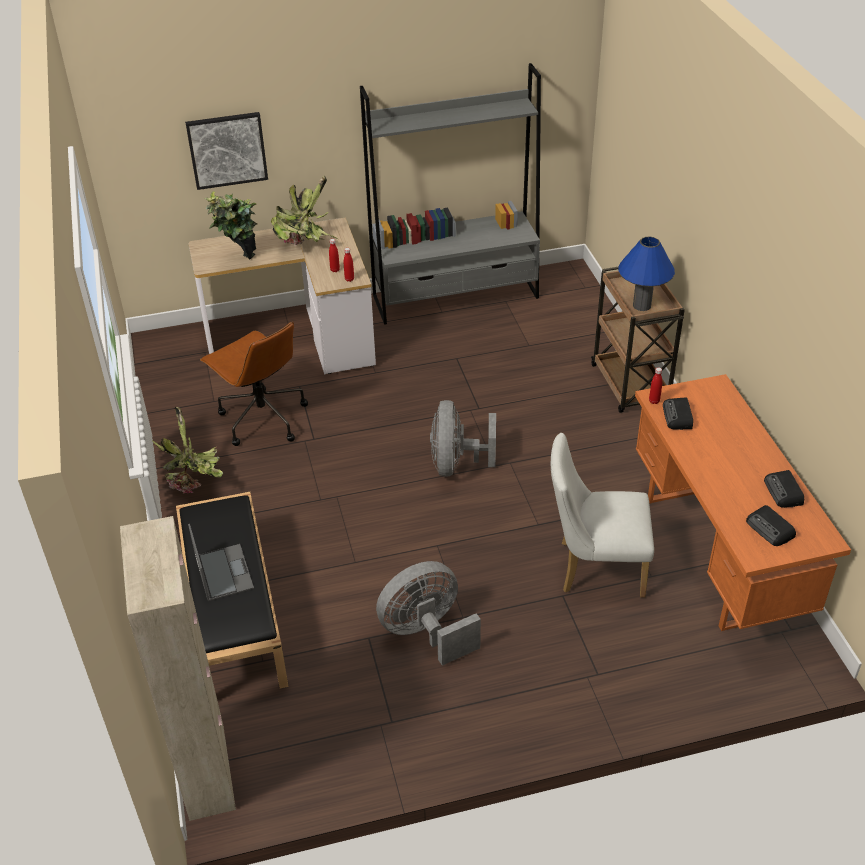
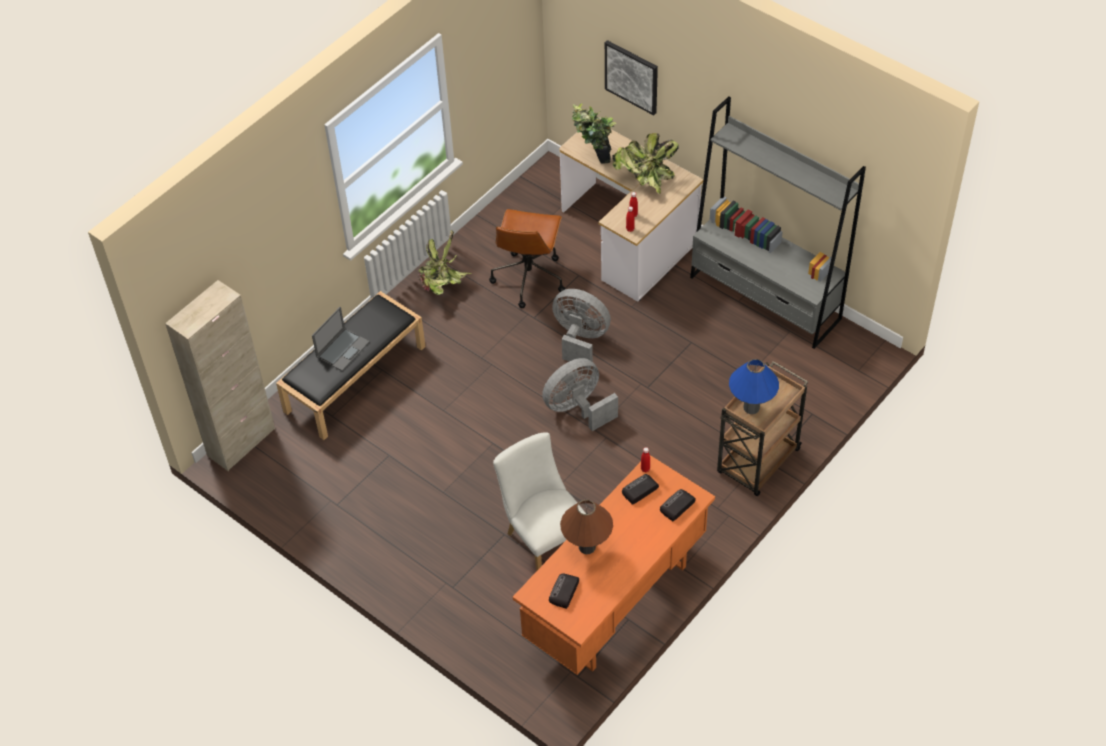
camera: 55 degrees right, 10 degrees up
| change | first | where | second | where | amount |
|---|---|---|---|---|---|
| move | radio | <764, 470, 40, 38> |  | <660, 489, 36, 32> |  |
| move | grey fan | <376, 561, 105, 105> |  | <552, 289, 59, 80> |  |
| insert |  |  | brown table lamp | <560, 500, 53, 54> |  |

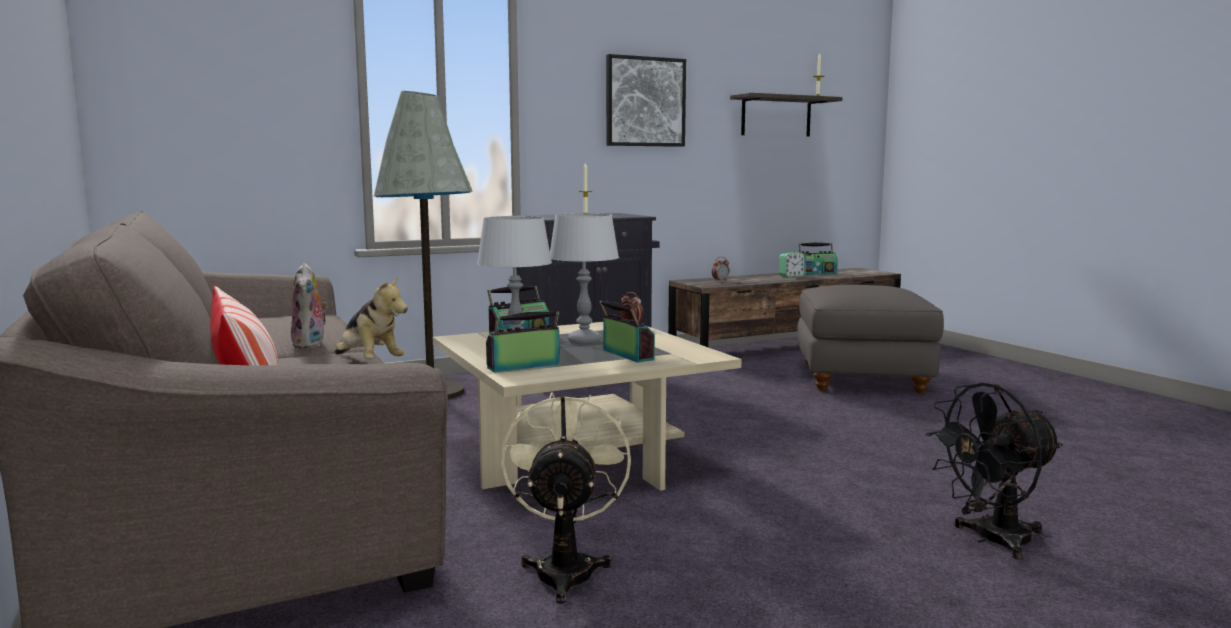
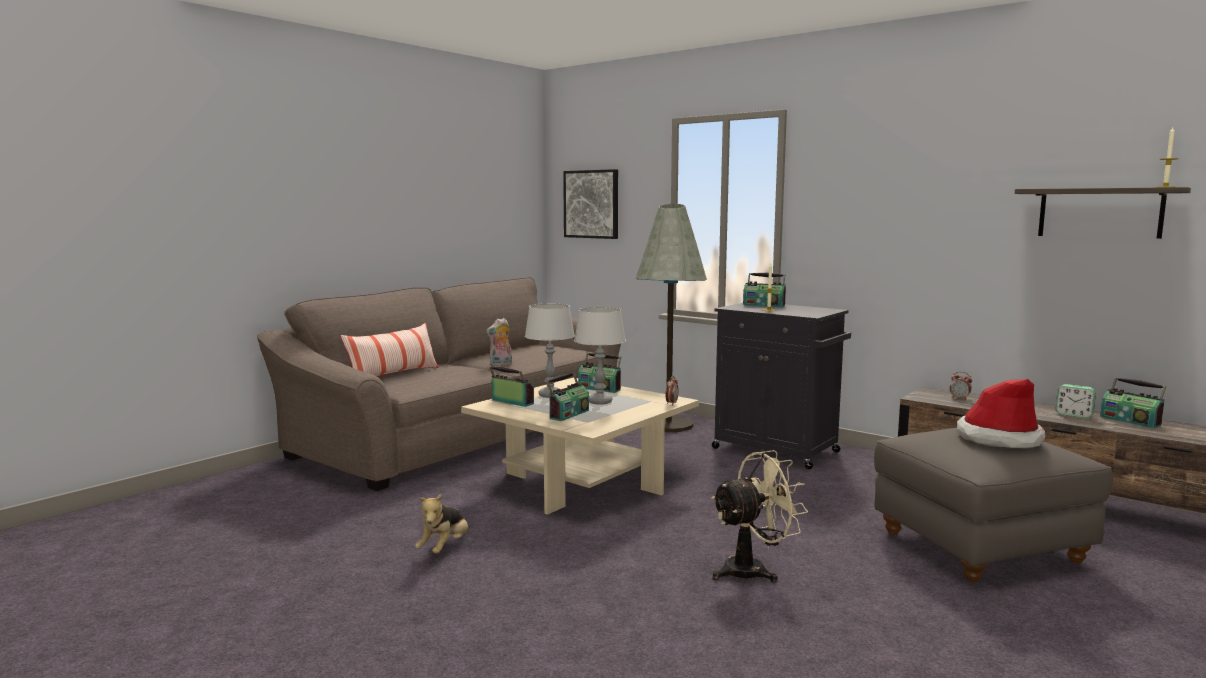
camera: 65 degrees right, 0 degrees up
| change | first | where | second | where | amount |
|---|---|---|---|---|---|
| move | picture | <606, 54, 80, 93> |  | <563, 169, 55, 70> |  |
| move | plush toy | <335, 277, 73, 82> |  | <415, 493, 54, 61> |  |
| delete | black fan | <925, 383, 138, 177> |  |  |  |
| move | beige fan | <501, 392, 130, 212> |  | <711, 450, 97, 133> |  |
| insert |  |  | radio | <743, 273, 43, 34> |  |
| insert |  |  | hat | <957, 379, 89, 69> |  |

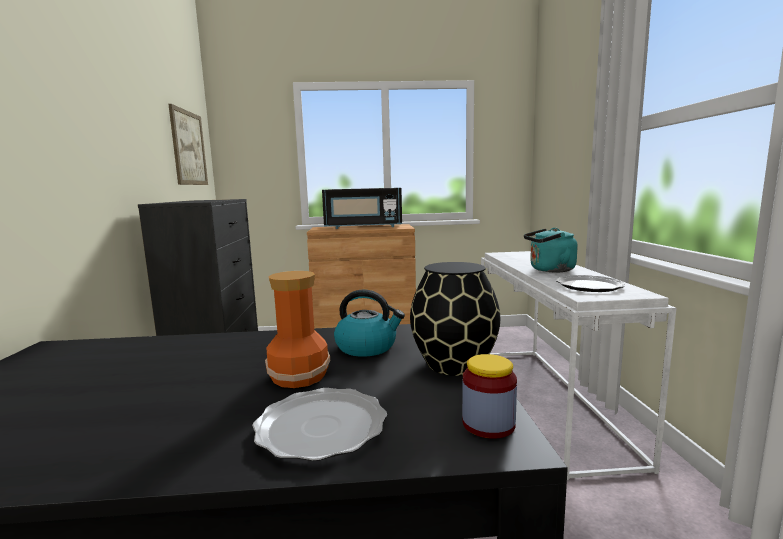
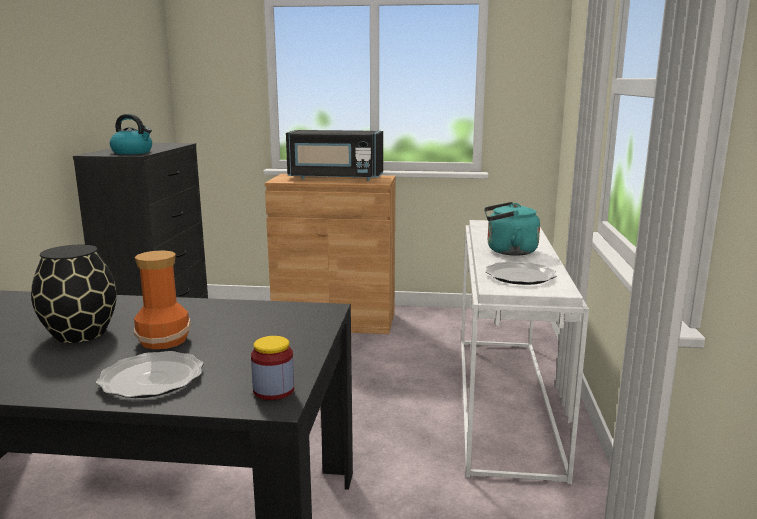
camera: 10 degrees right, 5 degrees up
| change | first | where | second | where | amount |
|---|---|---|---|---|---|
| delete | picture | <168, 104, 40, 81> |  |  |  |
| move | black vase | <410, 262, 91, 114> |  | <31, 245, 86, 98> |  |
| move | kettle | <334, 290, 71, 67> |  | <110, 114, 42, 40> |  |

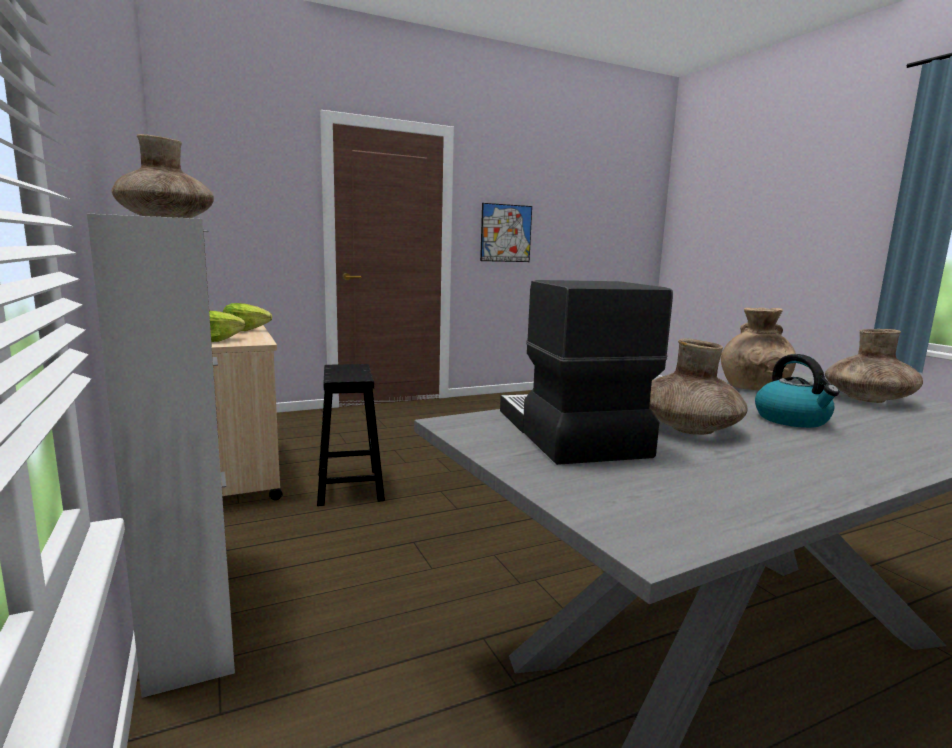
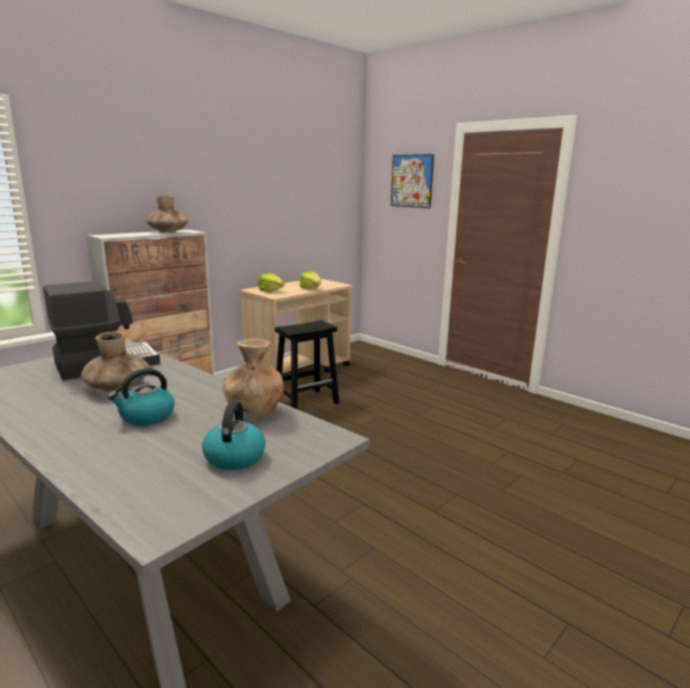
camera: 70 degrees right, 5 degrees up
| change | first | where | second | where | amount |
|---|---|---|---|---|---|
| move | picture | <480, 203, 52, 59> |  | <391, 154, 43, 54> |  |
| replace | brown vase | <825, 329, 98, 74> | kettle | <202, 401, 64, 69> |  |

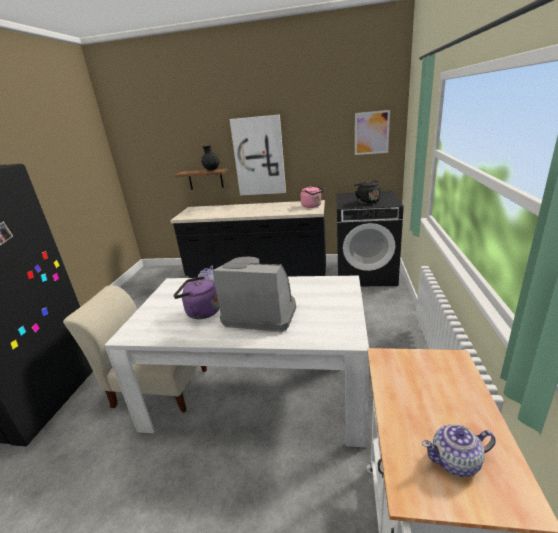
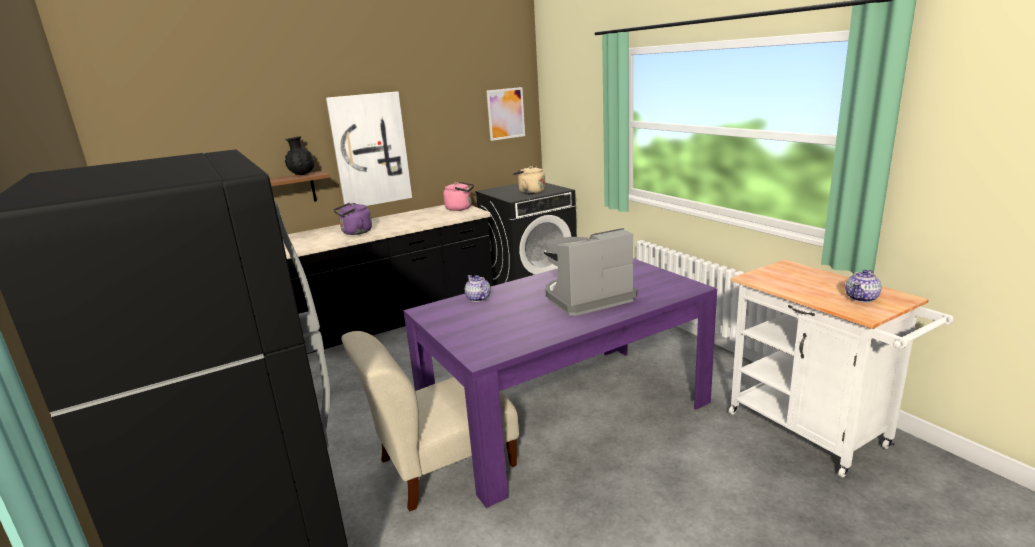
camera: 40 degrees left, 5 degrees down
| change | first | where | second | where | amount |
|---|---|---|---|---|---|
| recolor | black kettle | <353, 180, 28, 24> | beige kettle | <513, 166, 32, 28> |  |
| recolor | white dining table | <104, 275, 265, 173> | purple dining table | <403, 258, 314, 250> |  |
| move | purple kettle | <173, 276, 47, 43> |  | <333, 203, 39, 32> |  |

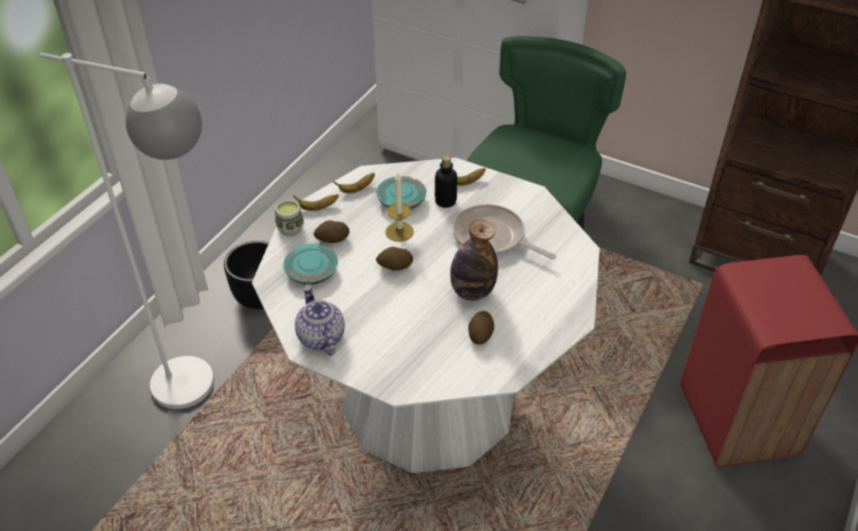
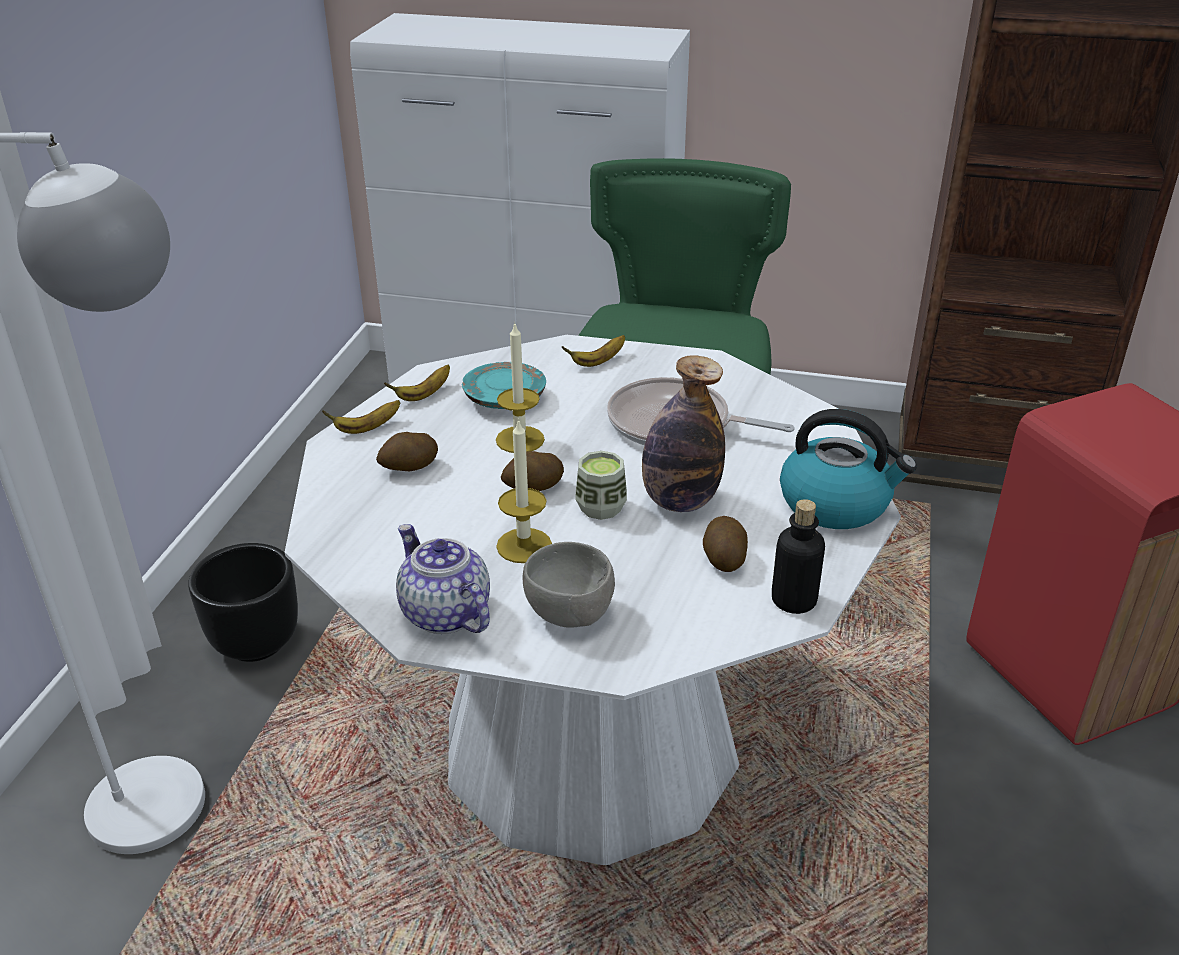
camera: 15 degrees left, 10 degrees down
| change | first | where | second | where | amount |
|---|---|---|---|---|---|
| move | bottle | <435, 155, 22, 53> |  | <772, 499, 53, 115> |  |
| move | cup | <275, 200, 29, 36> |  | <575, 451, 52, 69> |  |
| delete | turquoise plate | <283, 244, 55, 41> |  |  |  |
| insert |  |  | kettle | <780, 409, 137, 120> |  |
| insert |  |  | candle | <496, 418, 56, 145> |  |
| insert |  |  | grey bowl | <523, 542, 92, 86> |  |

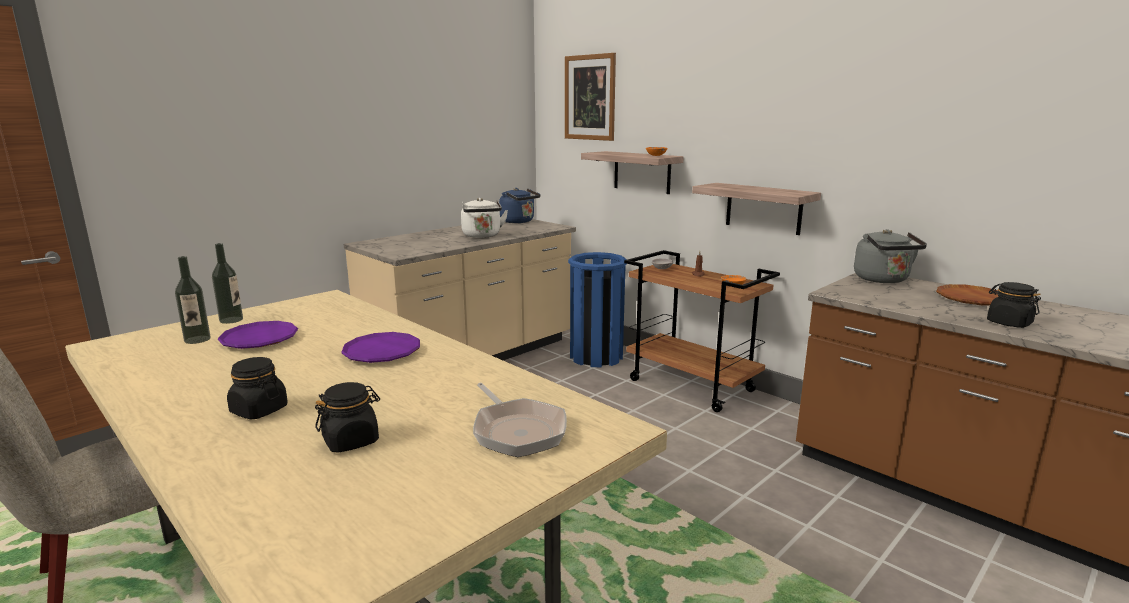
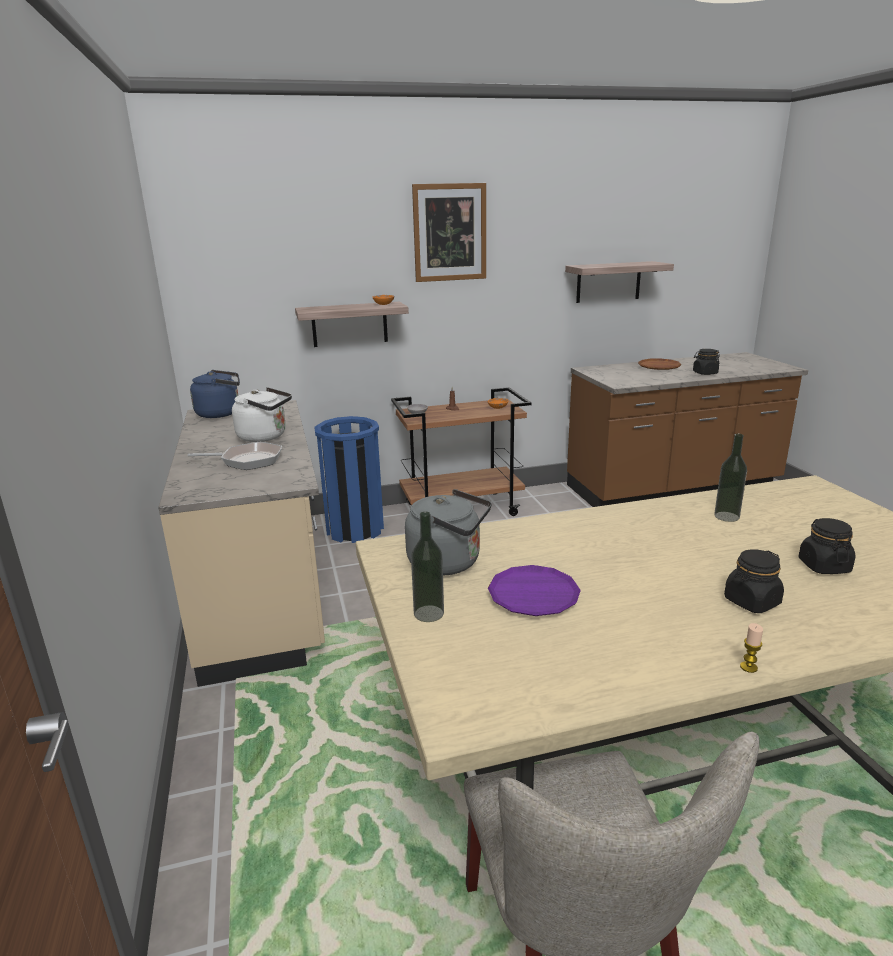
camera: 60 degrees left, 5 degrees up
| change | first | where | second | where | amount |
|---|---|---|---|---|---|
| move | picture | <565, 53, 51, 88> |  | <412, 183, 74, 99> |  |
| move | shelf | <692, 183, 129, 52> |  | <565, 261, 109, 42> |  |
| move | grey kettle | <854, 229, 73, 54> |  | <405, 489, 86, 86> |  |
| move | bottle | <175, 256, 36, 88> |  | <714, 433, 33, 89> |  |
| delete | purple plate | <341, 332, 79, 31> |  |  |  |
| move | frying pan | <473, 383, 94, 74> |  | <188, 442, 94, 28> |  |
| insert |  |  | candle | <740, 623, 23, 50> |  |

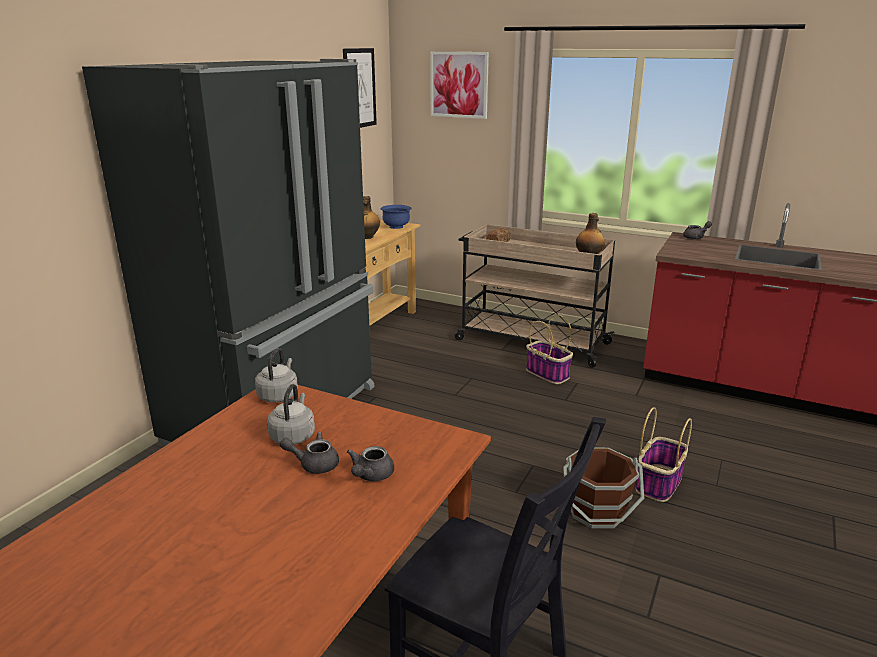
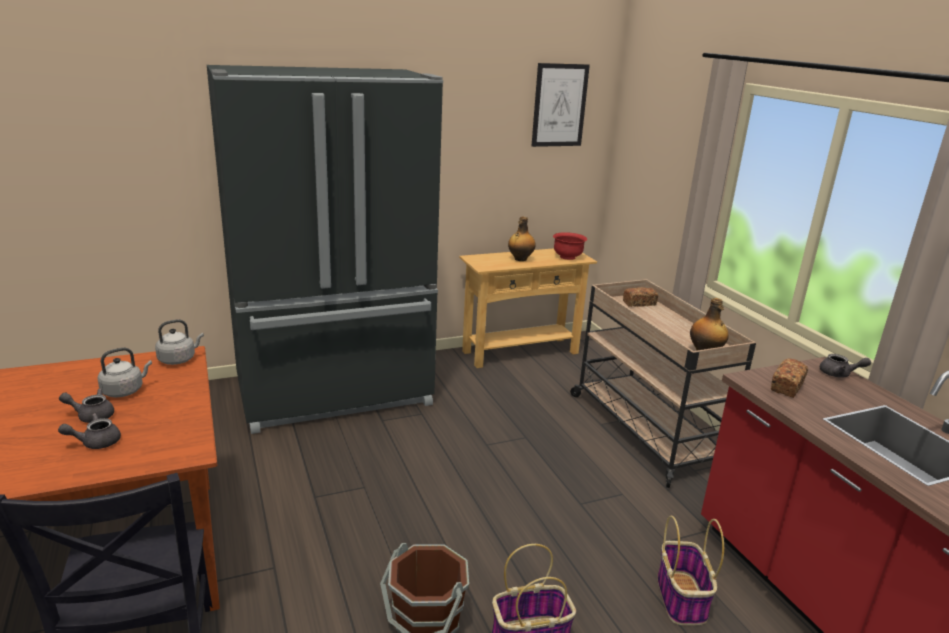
camera: 40 degrees right, 0 degrees up
| change | first | where | second | where | amount |
|---|---|---|---|---|---|
| delete | picture | <430, 52, 59, 67> |  |  |  |
| recolor | blue bowl | <381, 205, 31, 24> | red bowl | <553, 232, 34, 28> |  |
| move | basket | <526, 314, 47, 70> |  | <657, 516, 67, 109> |  |
| rotate | grey teapot | <280, 432, 59, 42> |  | <59, 389, 55, 34> | 45 degrees counterclockwise |
| insert |  |  | bread | <771, 358, 37, 40> |  |

